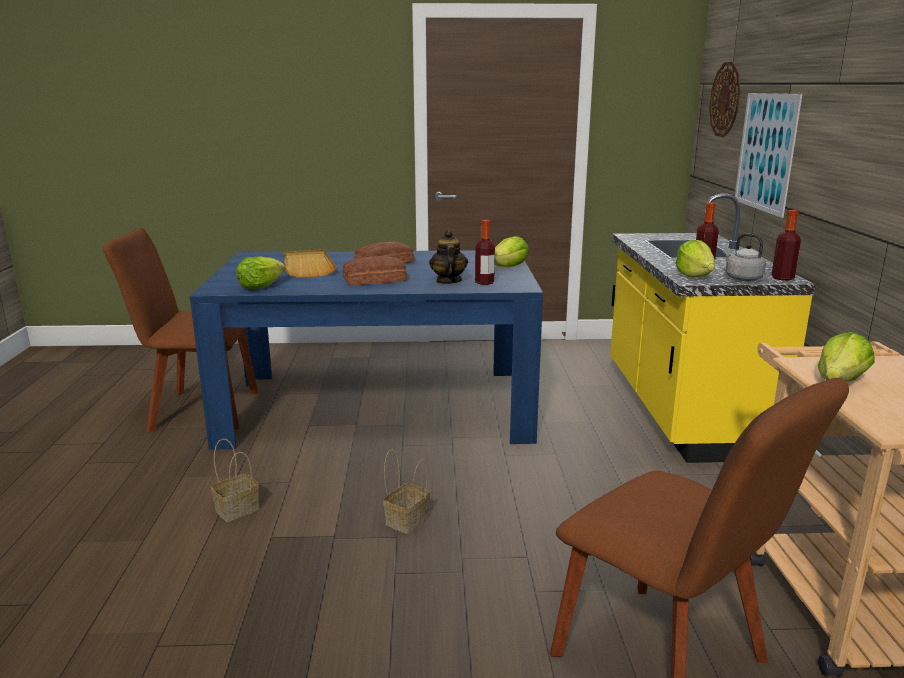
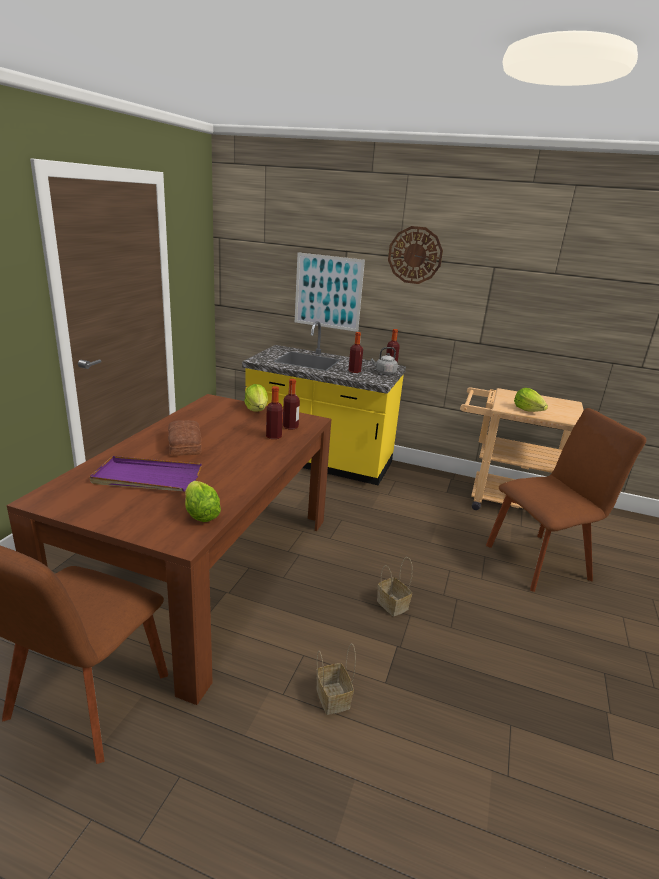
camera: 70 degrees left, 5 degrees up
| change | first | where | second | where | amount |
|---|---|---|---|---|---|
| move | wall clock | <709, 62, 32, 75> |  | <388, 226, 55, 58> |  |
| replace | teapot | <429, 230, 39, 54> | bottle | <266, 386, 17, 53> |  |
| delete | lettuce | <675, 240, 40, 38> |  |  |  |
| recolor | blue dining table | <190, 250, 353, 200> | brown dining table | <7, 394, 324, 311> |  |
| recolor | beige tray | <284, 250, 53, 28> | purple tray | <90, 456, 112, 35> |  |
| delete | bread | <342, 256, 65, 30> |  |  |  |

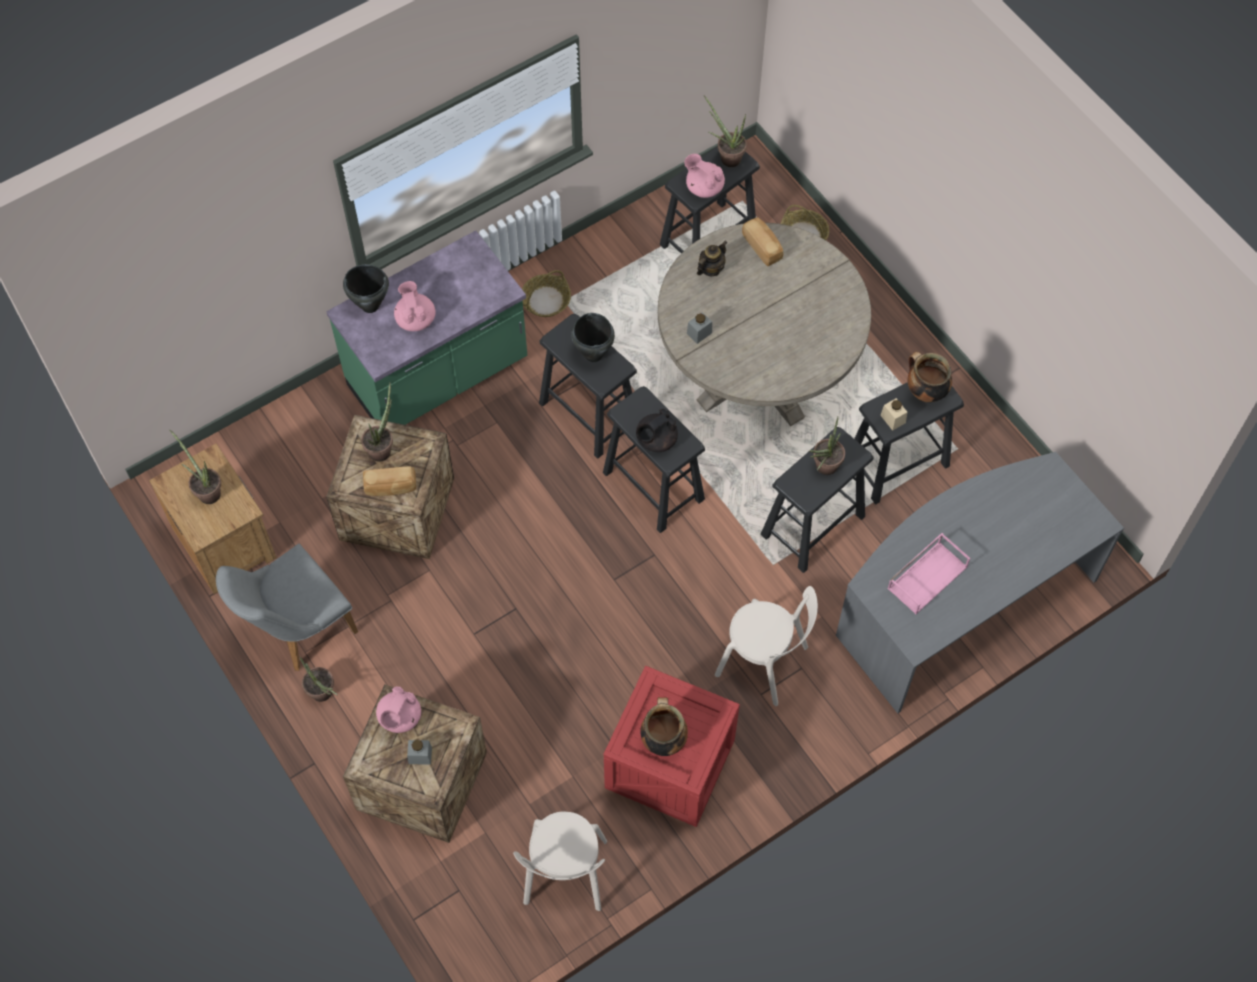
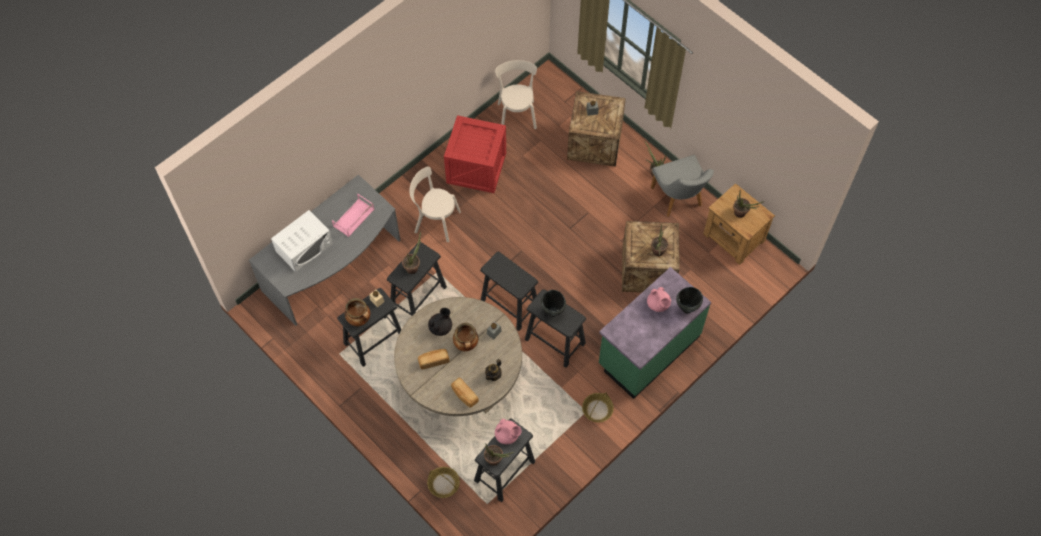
camera: 170 degrees right, 0 degrees up
| change | first | where | second | where | amount |
|---|---|---|---|---|---|
| move | black teapot | <636, 409, 42, 43> |  | <428, 308, 24, 28> |  |
| move | bread | <363, 466, 53, 30> |  | <418, 349, 32, 21> |  |
| rotate | grey chair | <216, 544, 142, 127> |  | <651, 155, 63, 62> | 120 degrees clockwise |
| delete | pink teapot | <376, 686, 45, 47> |  |  |  |
| move | cooking pot | <640, 697, 48, 59> |  | <453, 323, 25, 28> |  |
| insert |  |  | white microwave | <271, 210, 62, 62> |  |

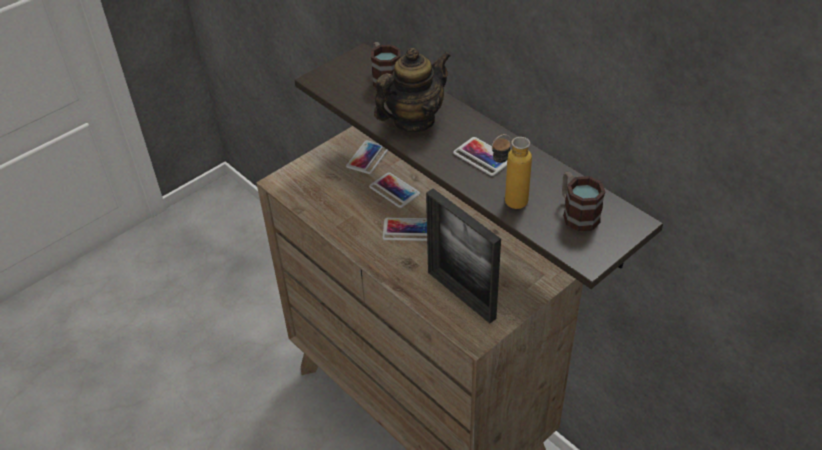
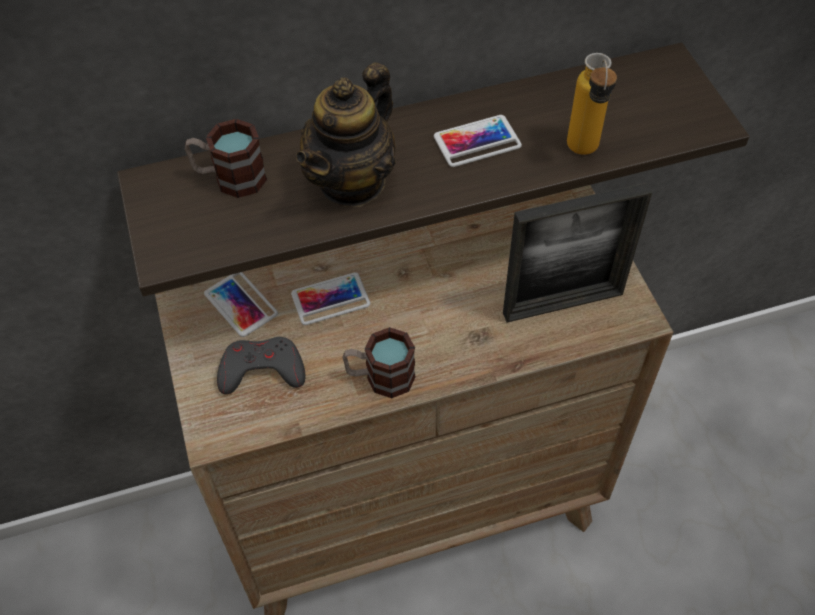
camera: 65 degrees left, 10 degrees up
| change | first | where | second | where | amount |
|---|---|---|---|---|---|
| rotate | teapot | <374, 48, 77, 84> |  | <296, 62, 100, 145> | 135 degrees counterclockwise |
| move | mug | <562, 172, 43, 60> |  | <342, 327, 74, 71> |  |
| delete | phone | <383, 218, 44, 23> |  |  |  |
| insert |  |  | grey game controller | <217, 337, 88, 57> |  |

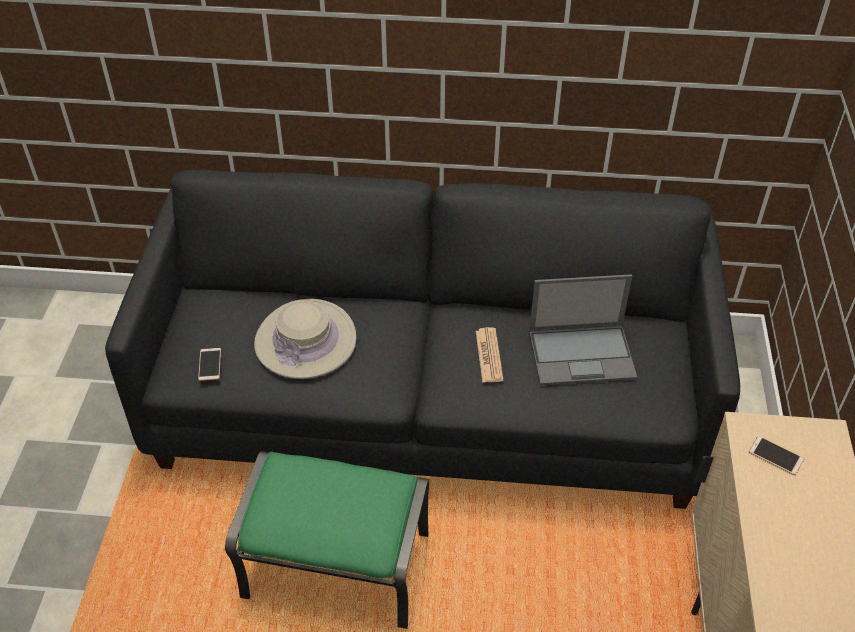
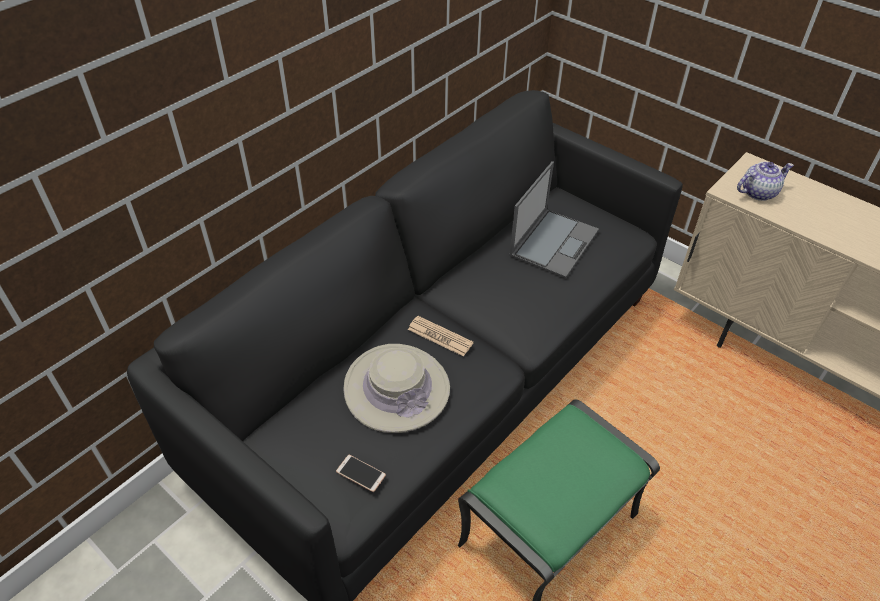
camera: 55 degrees left, 0 degrees up
| change | first | where | second | where | amount |
|---|---|---|---|---|---|
| move | newspaper | <476, 327, 27, 56> |  | <408, 316, 66, 41> |  |
| replace | phone | <749, 436, 55, 39> | teapot | <737, 162, 57, 39> |  |

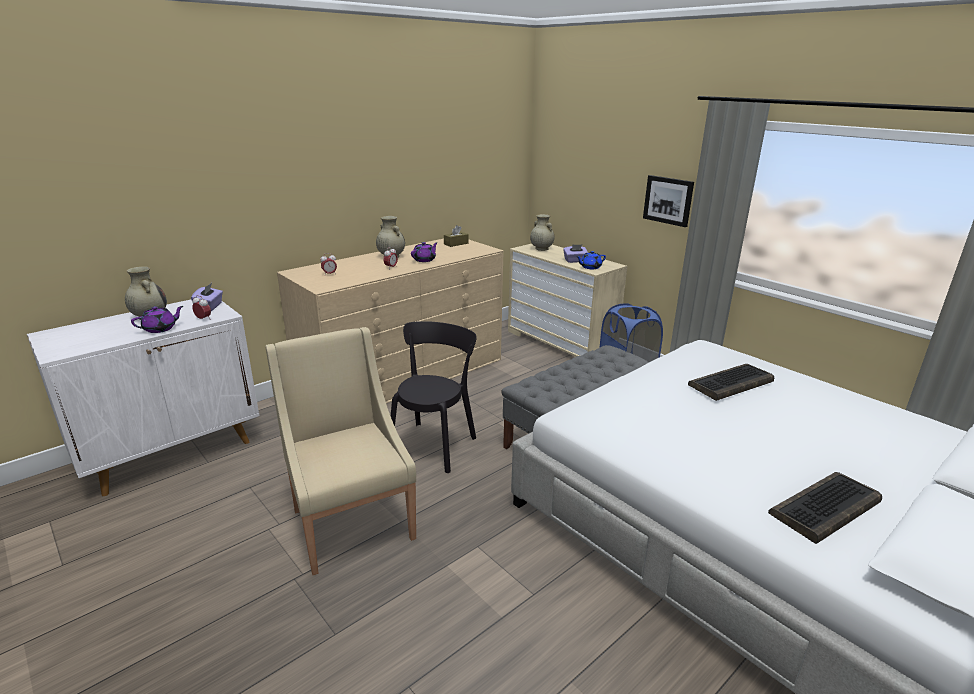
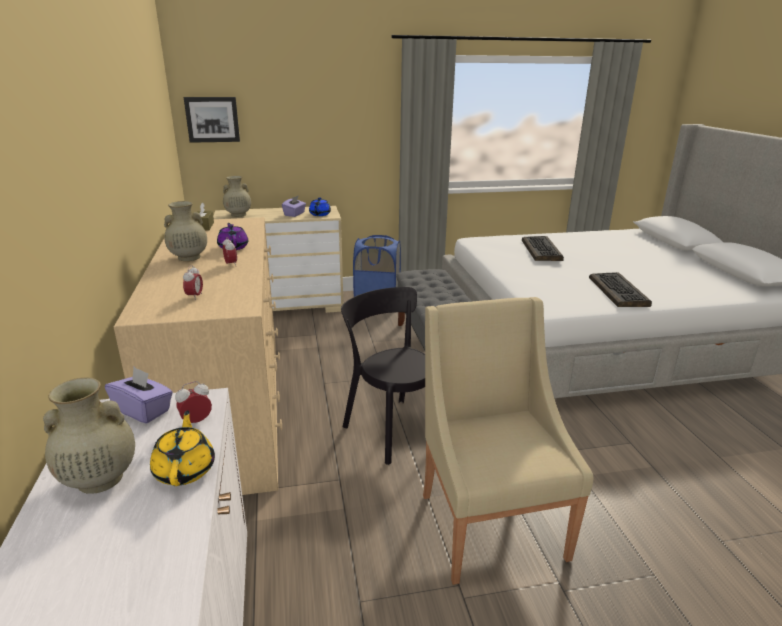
camera: 60 degrees left, 0 degrees up
| change | first | where | second | where | amount |
|---|---|---|---|---|---|
| move | picture | <643, 175, 51, 52> |  | <184, 97, 56, 46> |  |
| recolor | purple teapot | <131, 306, 52, 27> | yellow teapot | <150, 410, 65, 76> |  |
| rotate | beige armchair | <265, 327, 151, 248> |  | <423, 297, 170, 288> | 75 degrees clockwise |
| move | keyboard | <768, 472, 114, 72> |  | <589, 272, 63, 35> |  |

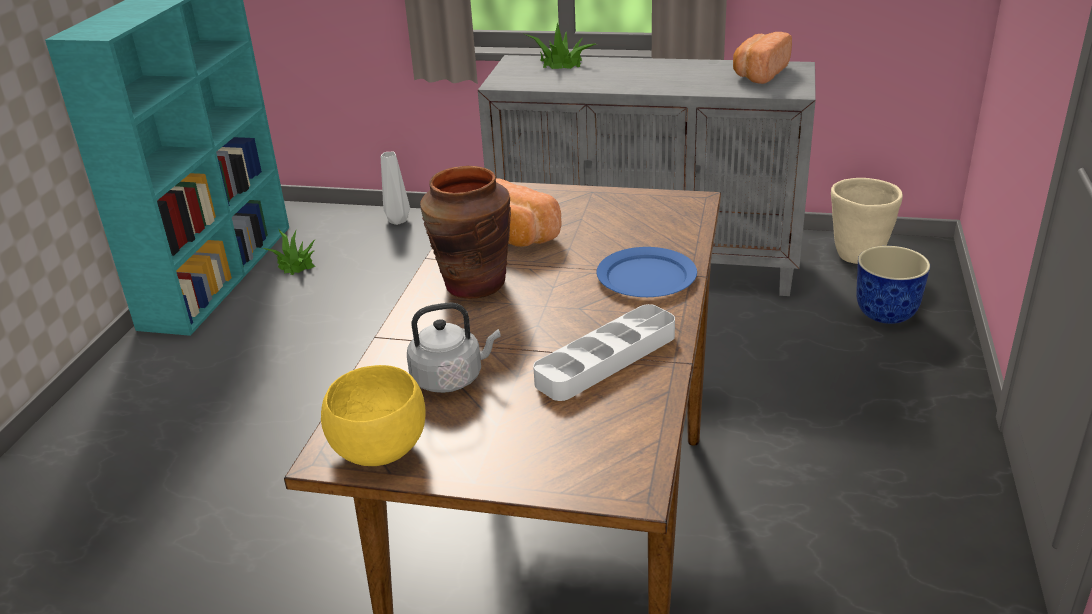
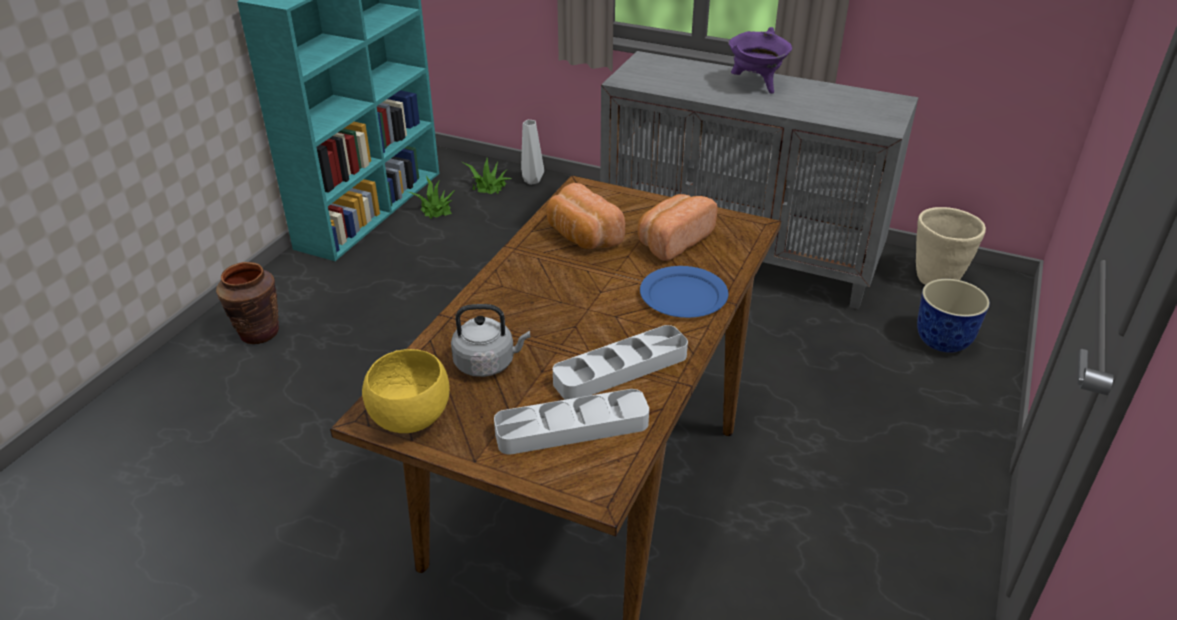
camera: 10 degrees right, 5 degrees up
| change | first | where | second | where | amount |
|---|---|---|---|---|---|
| move | potted plant | <525, 23, 71, 46> |  | <464, 158, 48, 36> |  |
| move | bread | <733, 32, 59, 52> |  | <638, 194, 80, 67> |  |
| move | brown vase | <420, 166, 91, 133> |  | <216, 262, 63, 82> |  |
| insert |  |  | purple cooking pot | <728, 27, 64, 67> |  |
| insert |  |  | grey tray | <494, 389, 155, 66> |  |

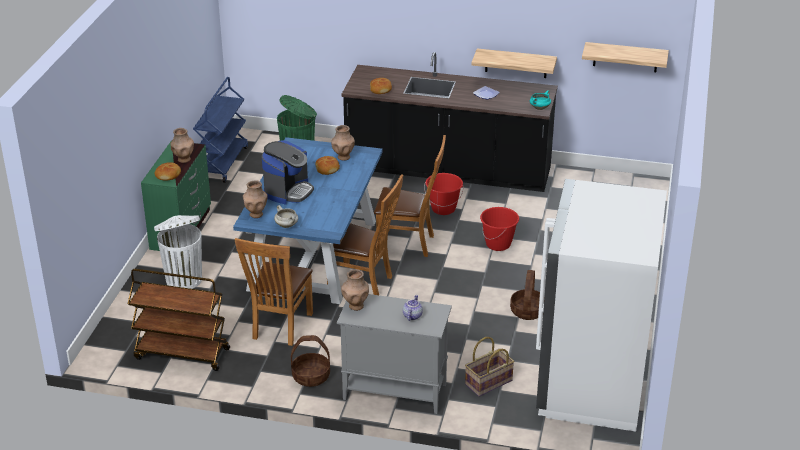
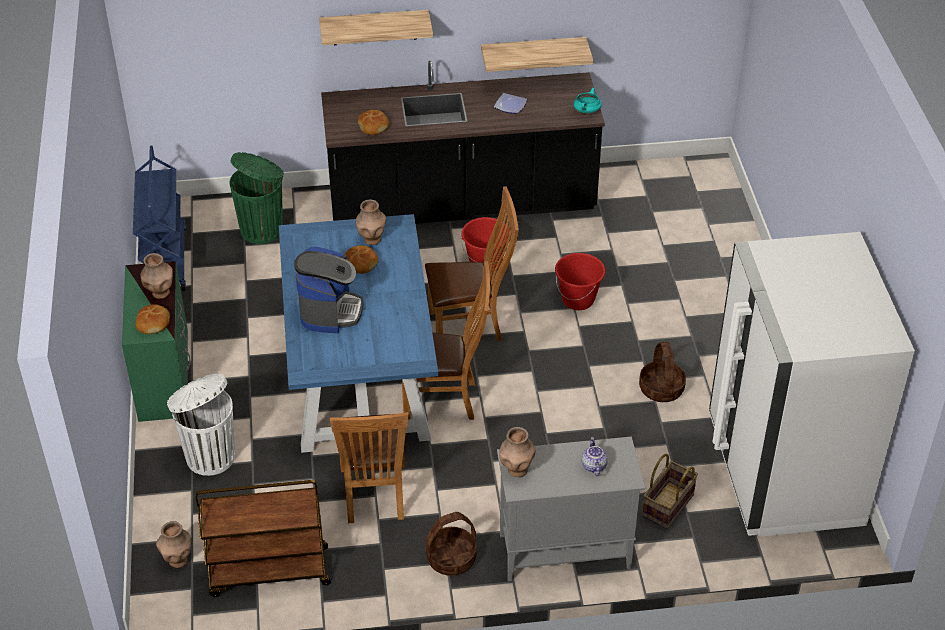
camera: 20 degrees left, 10 degrees up
| change | first | where | second | where | amount |
|---|---|---|---|---|---|
| move | shelf | <582, 42, 87, 30> |  | <319, 10, 114, 35> |  |
| move | brown vase | <243, 180, 25, 38> |  | <156, 521, 35, 47> |  |
| delete | white cooking pot | <274, 205, 24, 23> |  |  |  |

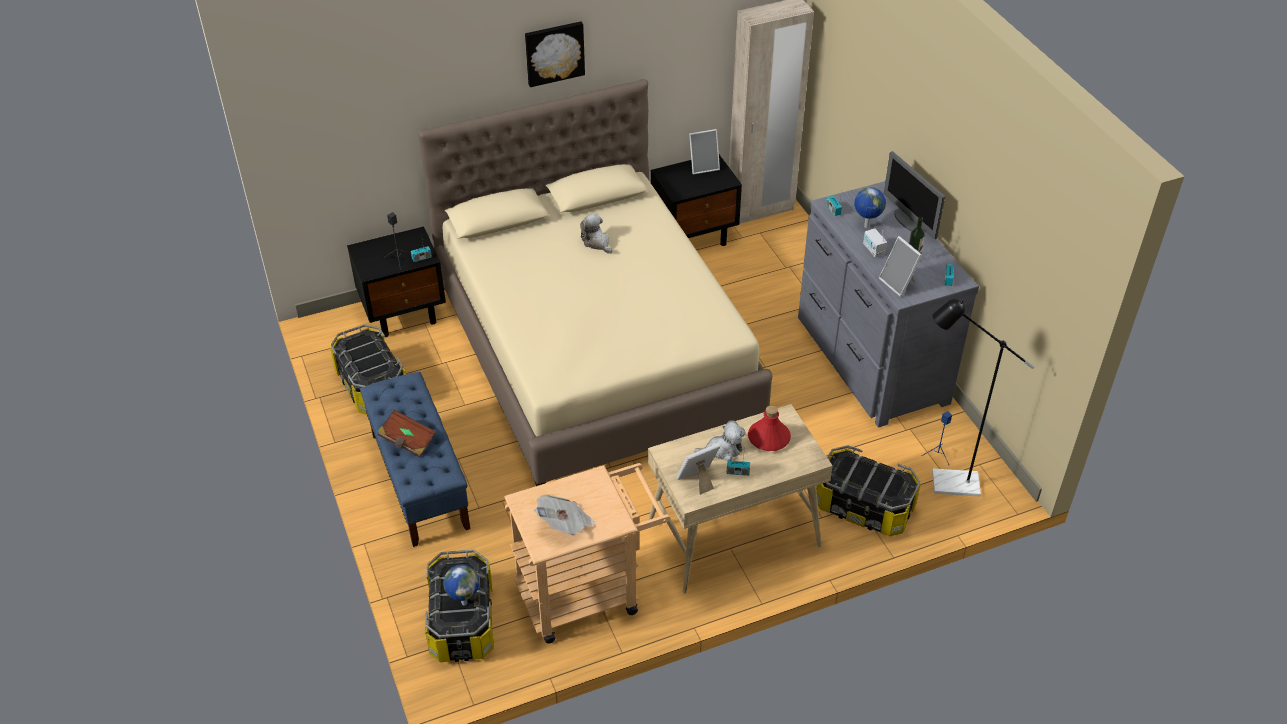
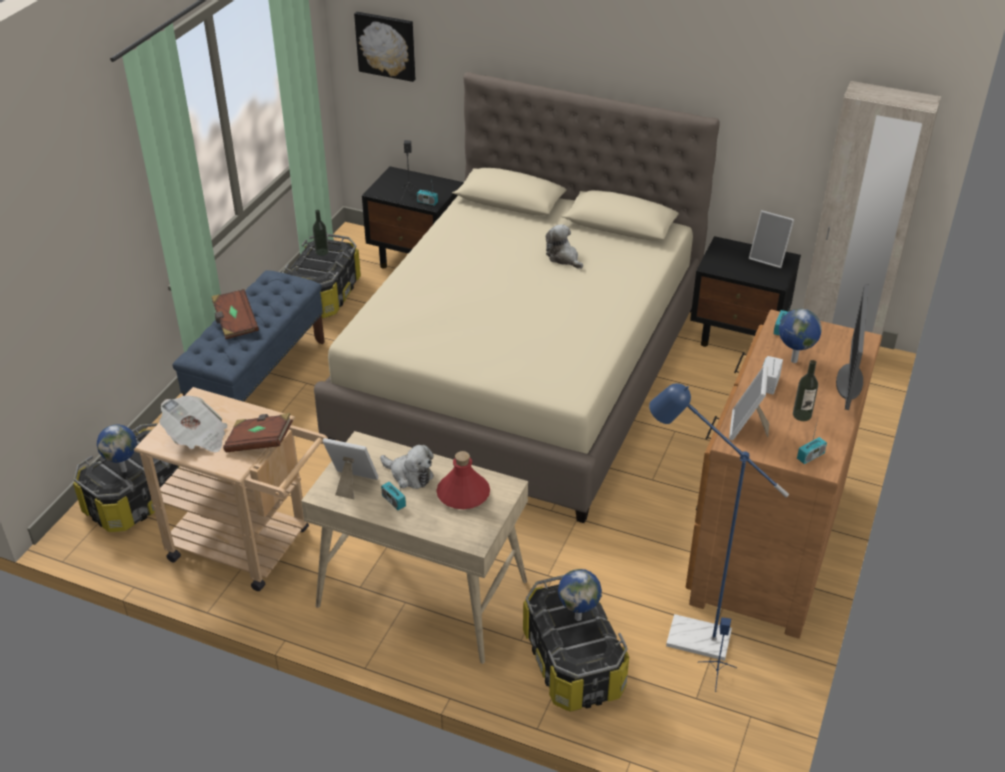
camera: 45 degrees right, 5 degrees down
| change | first | where | second | where | amount |
|---|---|---|---|---|---|
| move | picture | <525, 21, 60, 66> |  | <354, 12, 61, 70> |  |
| recolor | grey dresser | <798, 181, 181, 246> | brown dresser | <686, 310, 196, 329> |  |
| rotate | plush toy | <580, 214, 32, 40> |  | <546, 224, 37, 45> | 45 degrees counterclockwise |
| delete | black floor lamp | <932, 299, 102, 197> |  |  |  |
| insert |  |  | bottle | <313, 210, 16, 46> |  |
| insert |  |  | blue floor lamp | <649, 383, 140, 278> |  |
| insert |  |  | brown book | <223, 413, 70, 39> |  |
| insert |  |  | globe | <558, 569, 44, 52> |  |

